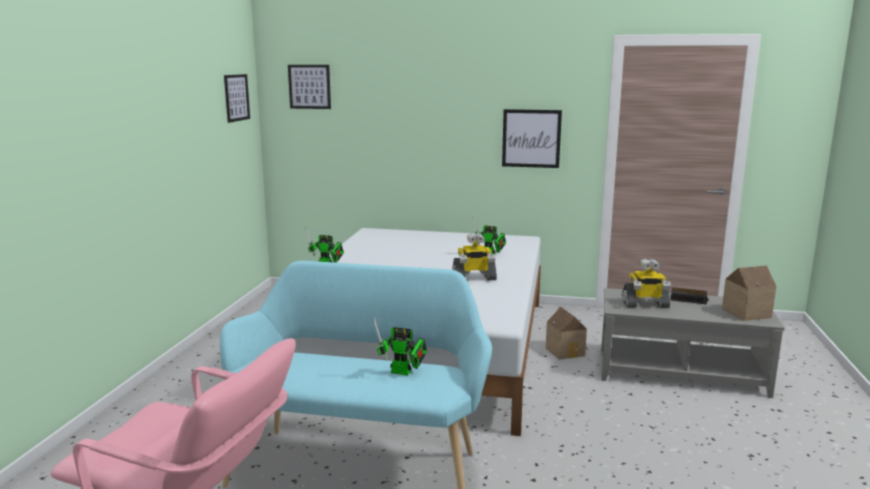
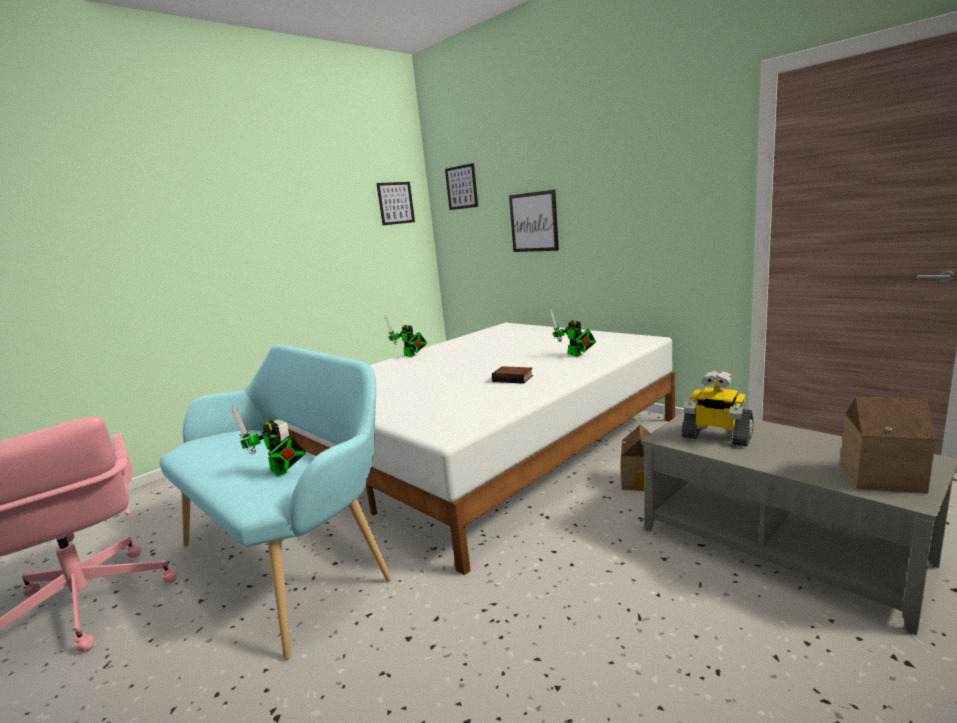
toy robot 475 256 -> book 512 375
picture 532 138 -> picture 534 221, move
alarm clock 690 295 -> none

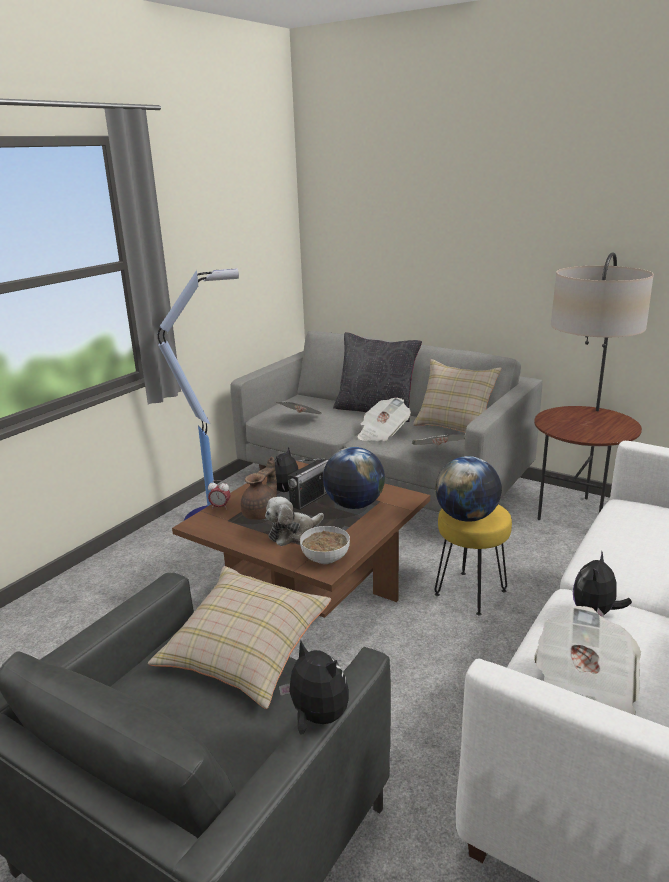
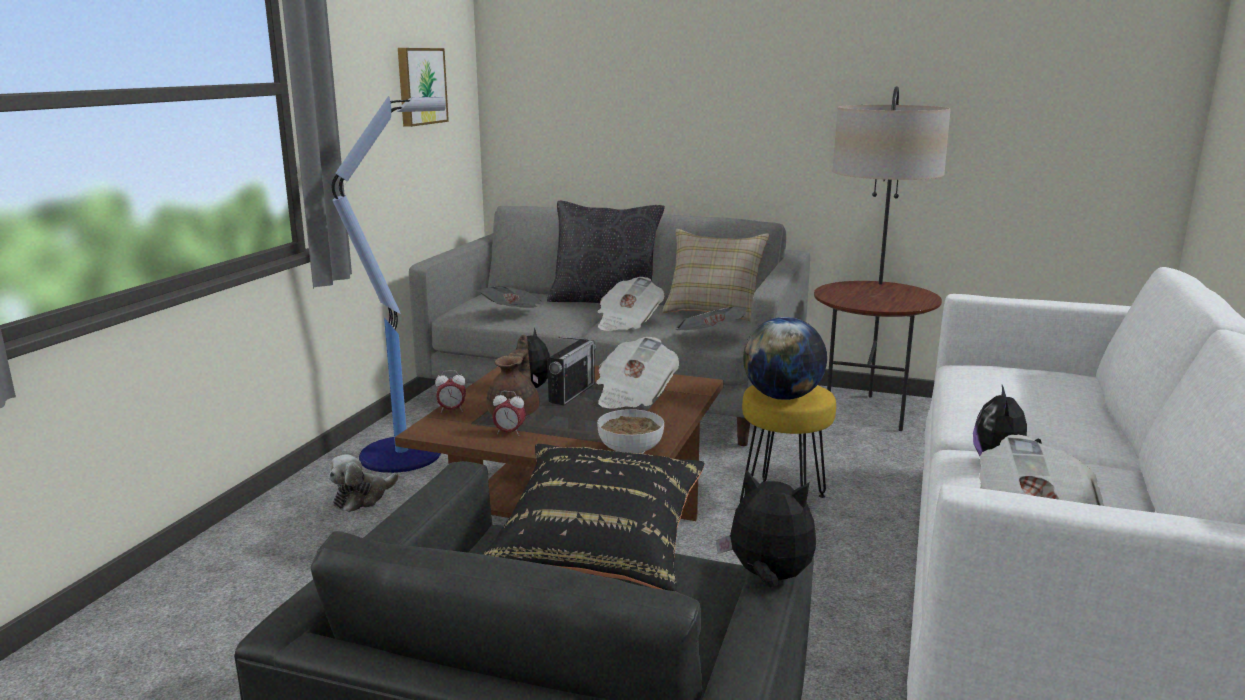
plush toy 294 521 -> plush toy 364 483, move
none -> picture 423 87
beige pillow 239 637 -> black pillow 593 517
none -> alarm clock 509 413
globe 354 478 -> newspaper 637 373

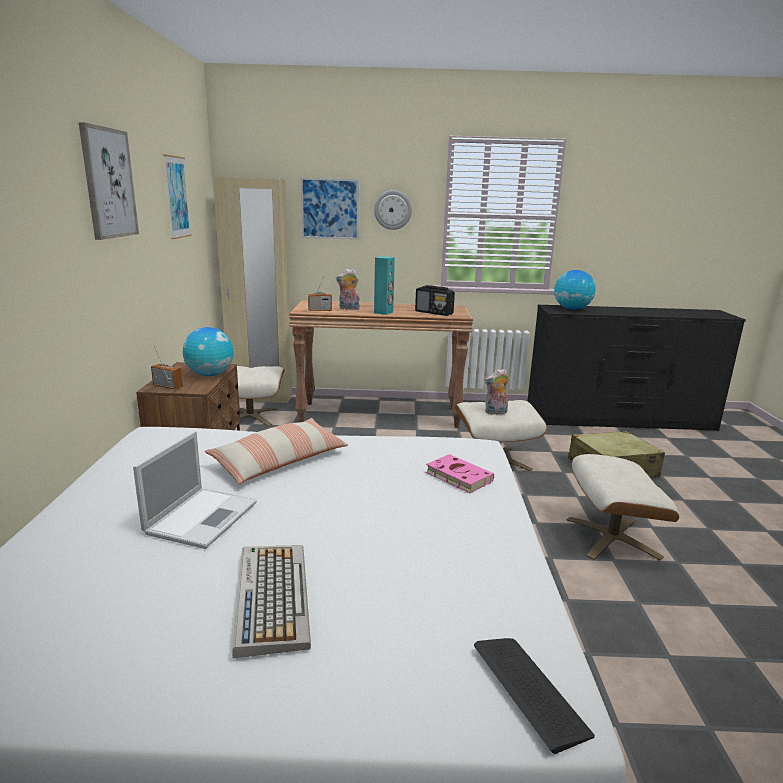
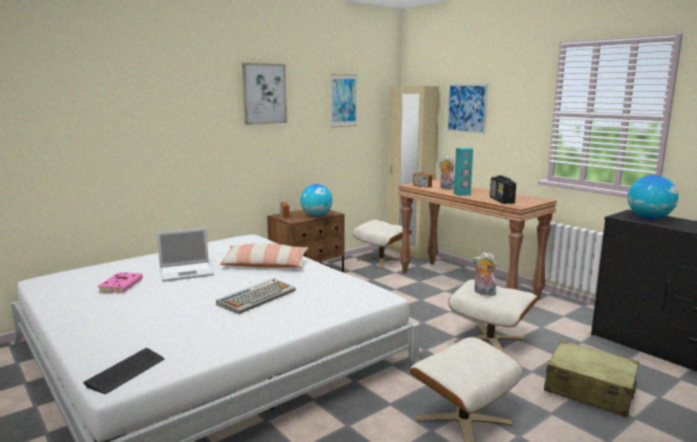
pink book 460 473 -> pink book 120 283, move
keyboard 272 601 -> keyboard 256 296, move
wall clock 393 210 -> none

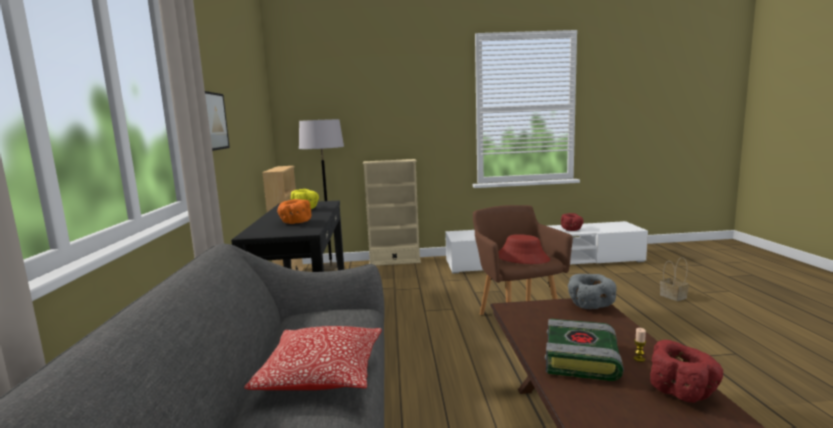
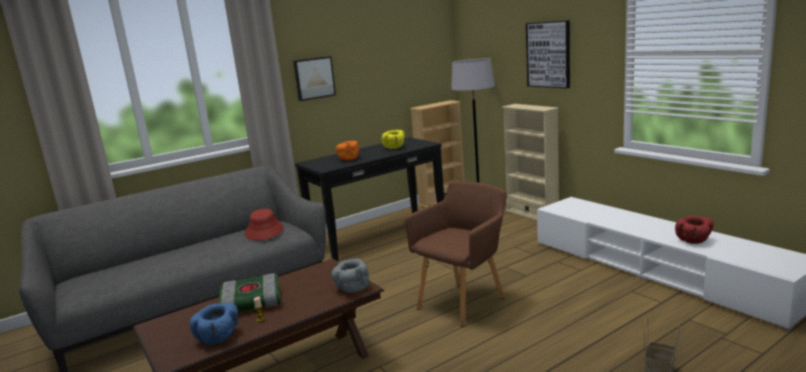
red bowl 686 371 -> blue bowl 213 323
red hat 524 249 -> red hat 264 224, move
none -> picture 548 54
pillow 313 358 -> none

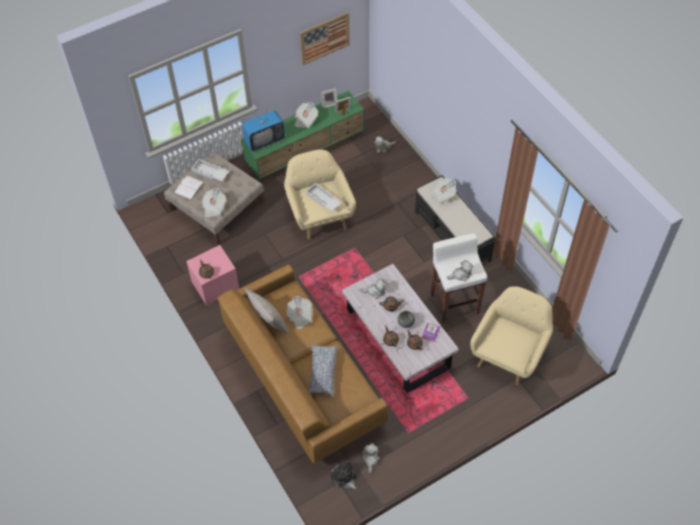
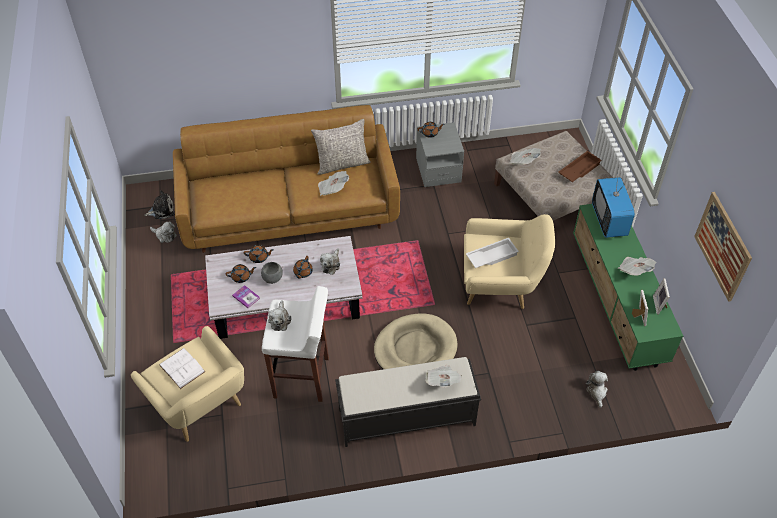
white book 189 187 -> white book 182 368, move
none -> beige dog bed 415 341
pink nightstand 212 275 -> grey nightstand 440 154
white tray 210 170 -> brown tray 580 166
pillow 323 370 -> none

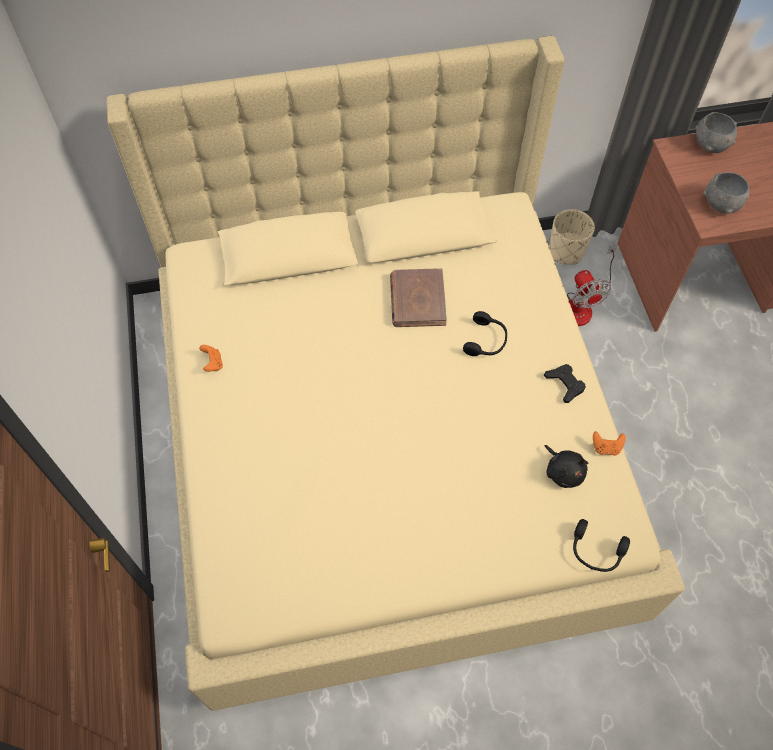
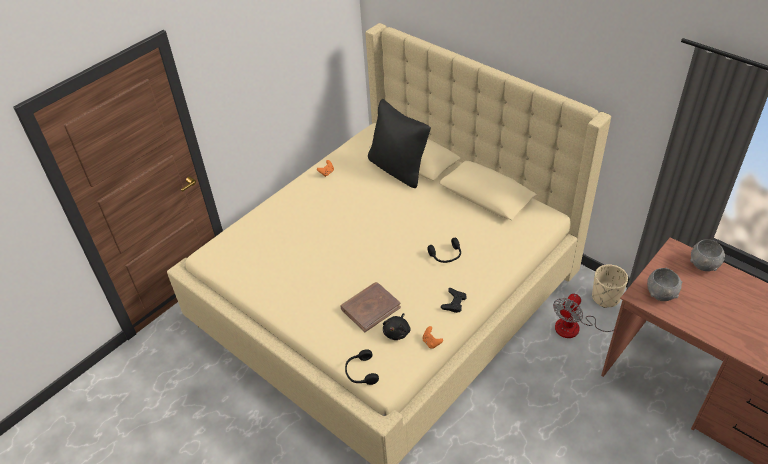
brown book 418 297 -> brown book 370 307, move
none -> black pillow 399 143

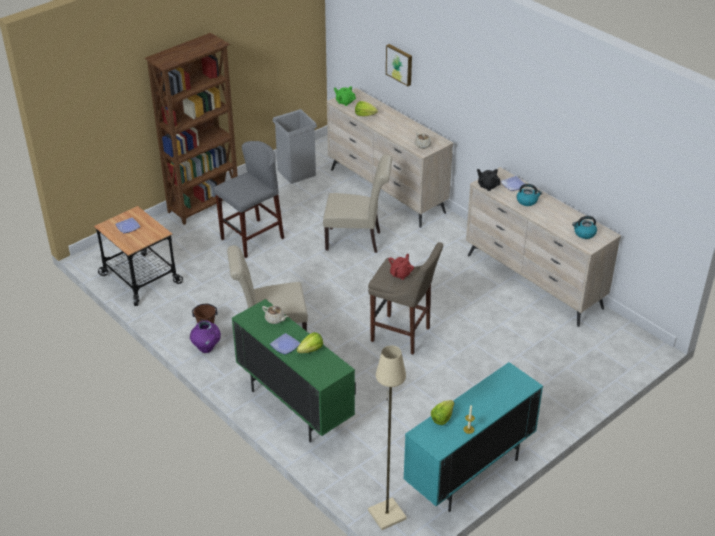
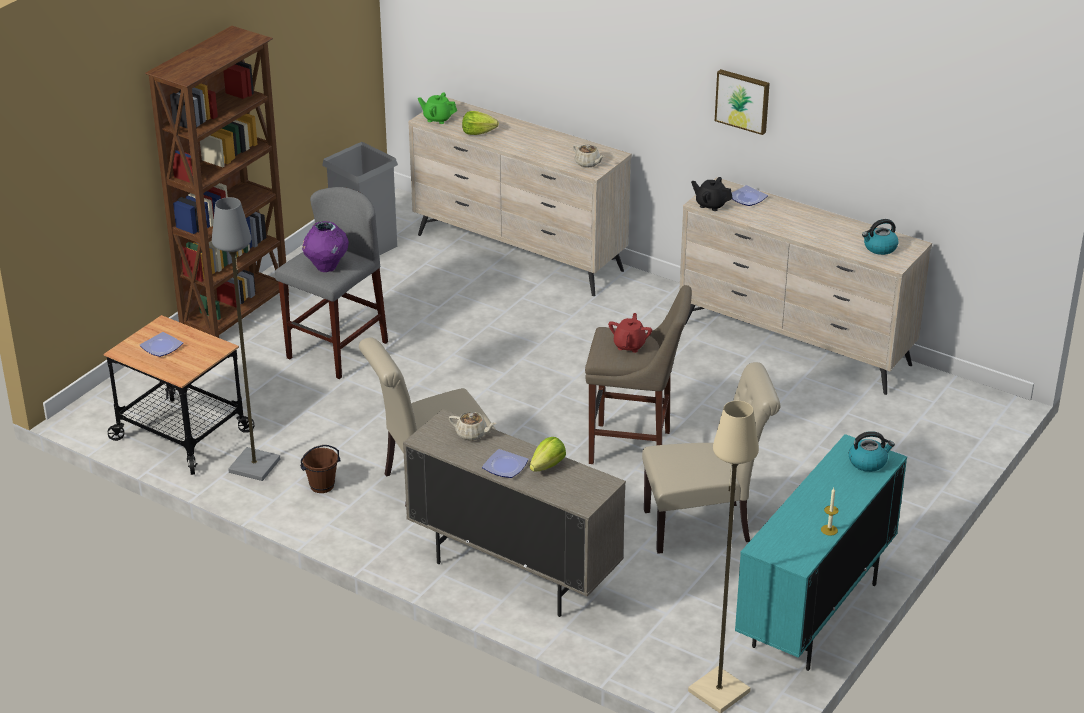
none -> grey floor lamp 246 339
purple vase 205 336 -> purple vase 325 246, move
green cabinet 294 371 -> beige cabinet 514 513
beige chair 357 204 -> beige chair 711 458, move
picture 399 65 -> picture 742 102, move
kettle 529 195 -> kettle 872 451, move
lettuce 442 412 -> none

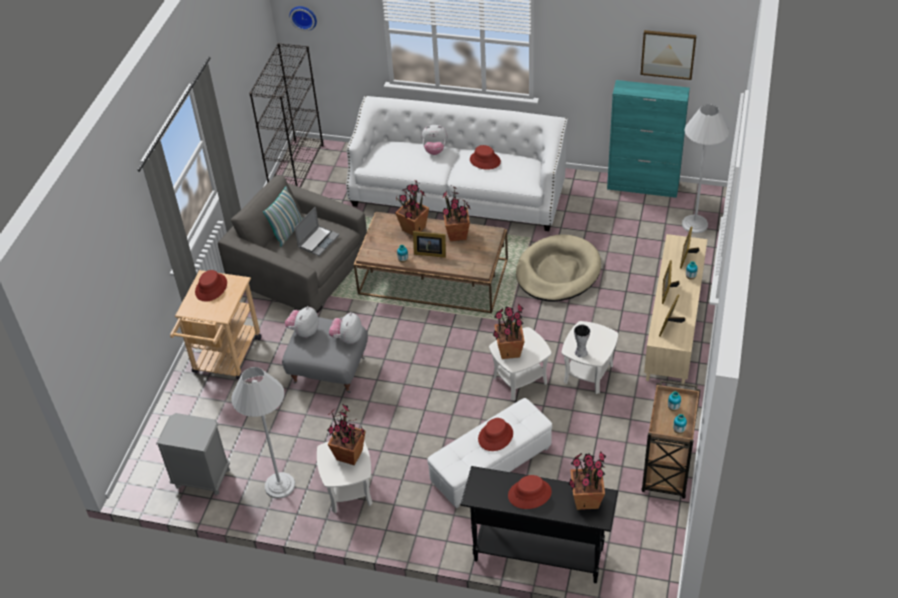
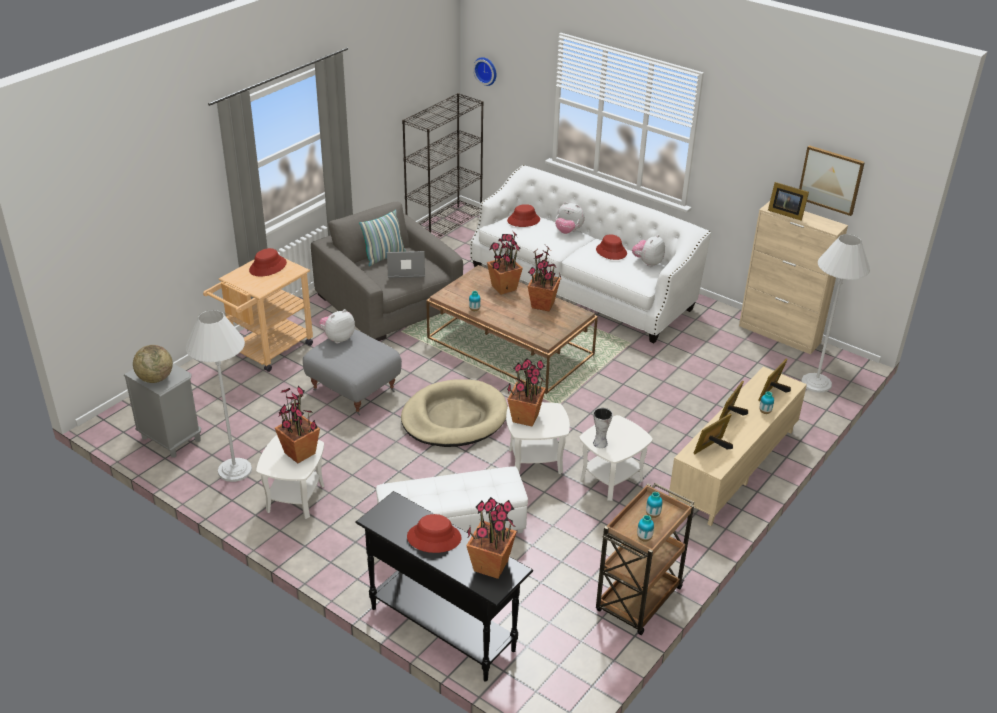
none -> globe 153 364
laptop 316 231 -> laptop 406 264, 150 degrees counterclockwise
beige dog bed 558 268 -> beige dog bed 454 413, move
red hat 495 434 -> red hat 523 215, move
plush toy 345 328 -> plush toy 648 251, move
turquoise cabinet 648 139 -> beige cabinet 793 277
picture frame 429 244 -> picture frame 788 201, move

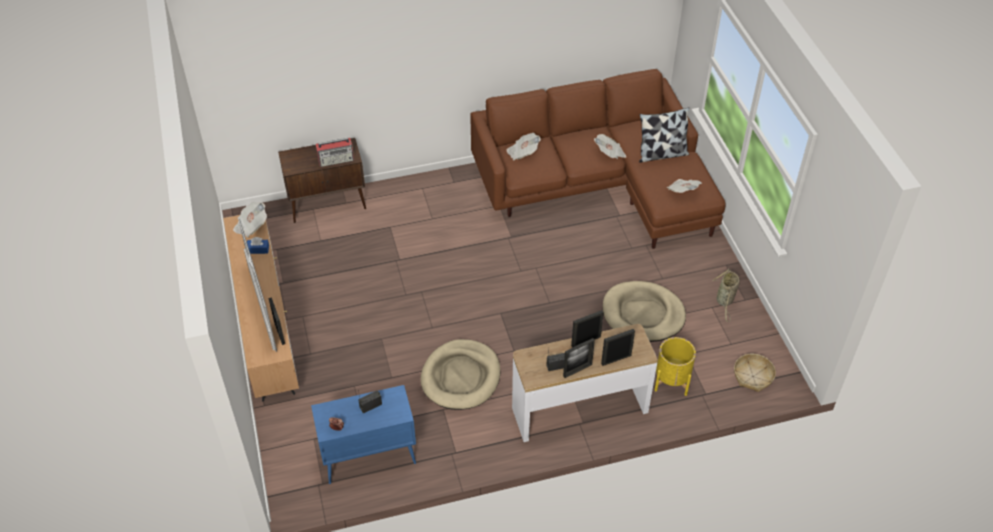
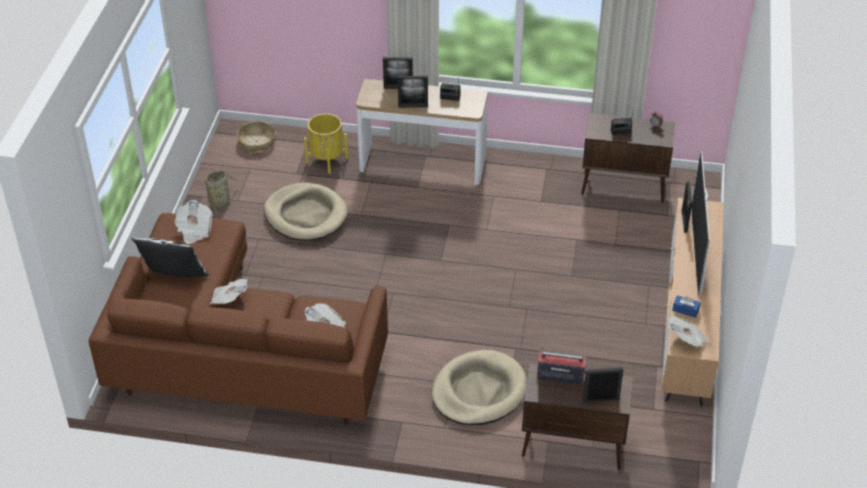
beige dog bed 460 374 -> beige dog bed 479 387, move
blue cabinet 363 434 -> brown cabinet 628 158
picture frame 579 358 -> picture frame 603 385, move

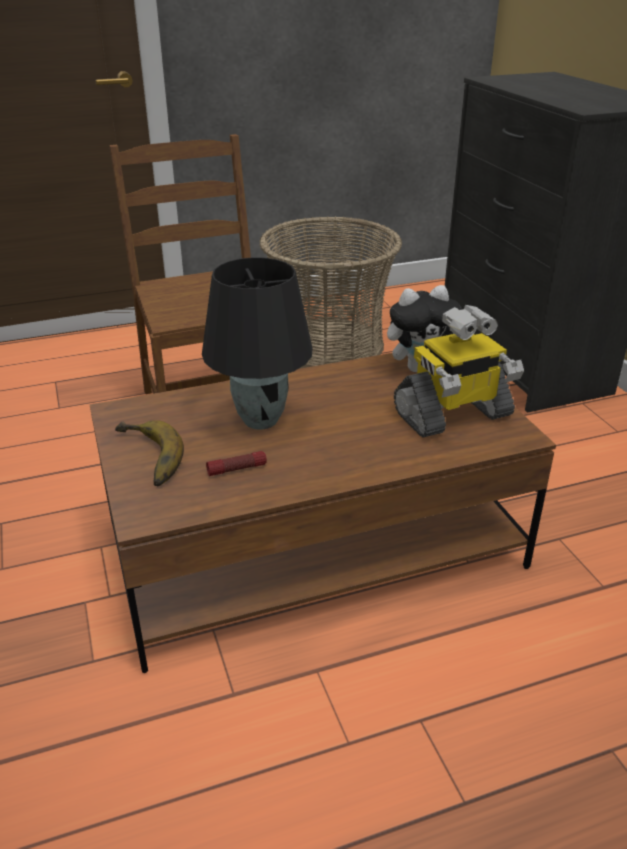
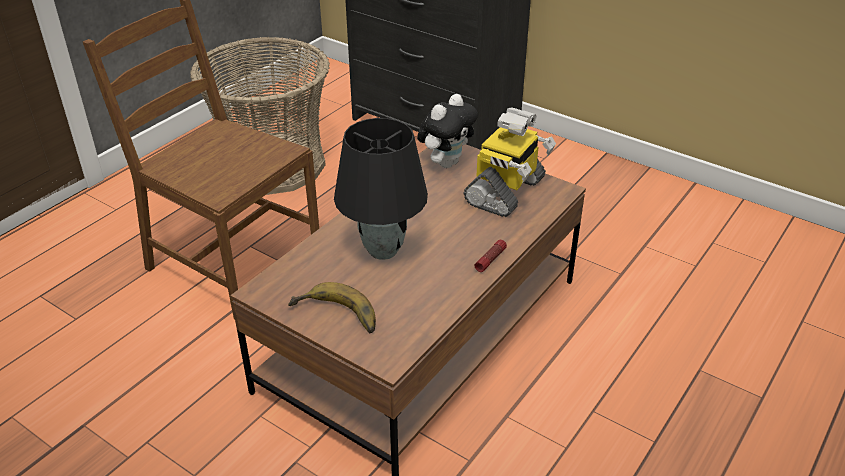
flashlight 236 463 -> flashlight 491 256, move

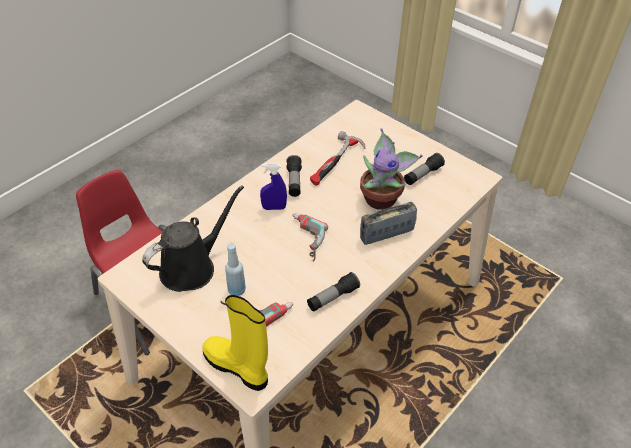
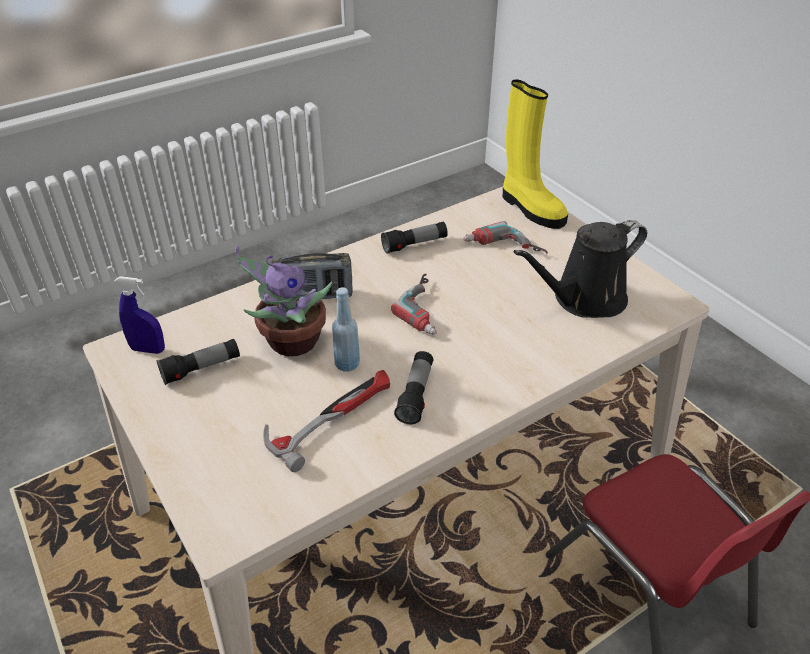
blue spray bottle 273 186 -> blue spray bottle 139 315, move
blue bottle 235 269 -> blue bottle 346 329, move

